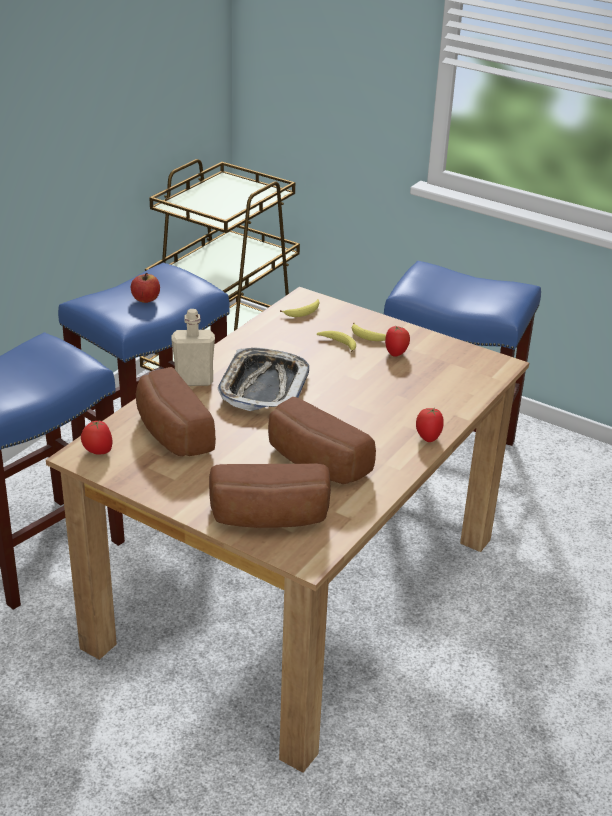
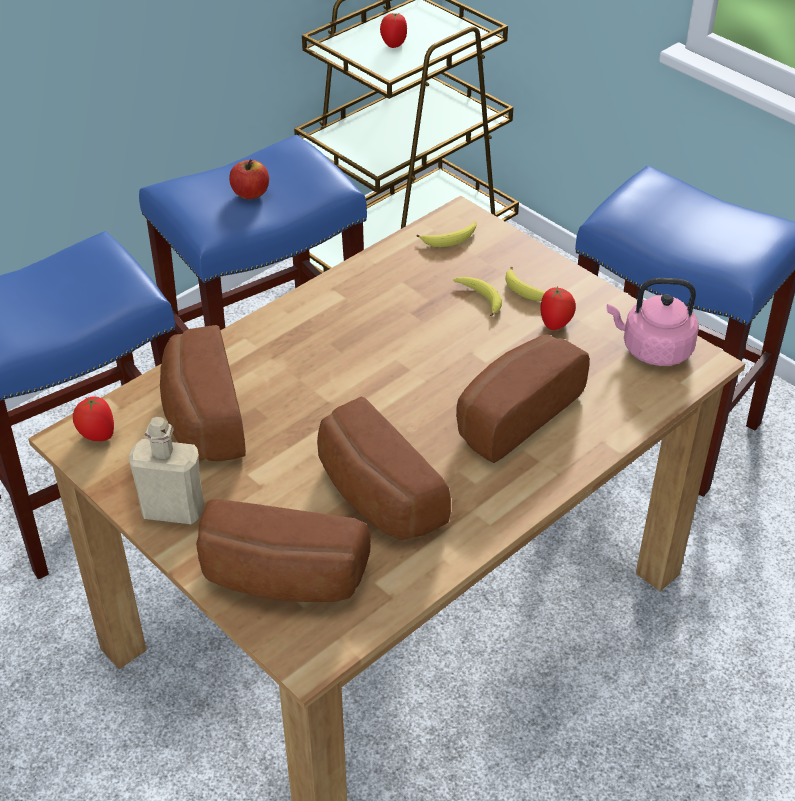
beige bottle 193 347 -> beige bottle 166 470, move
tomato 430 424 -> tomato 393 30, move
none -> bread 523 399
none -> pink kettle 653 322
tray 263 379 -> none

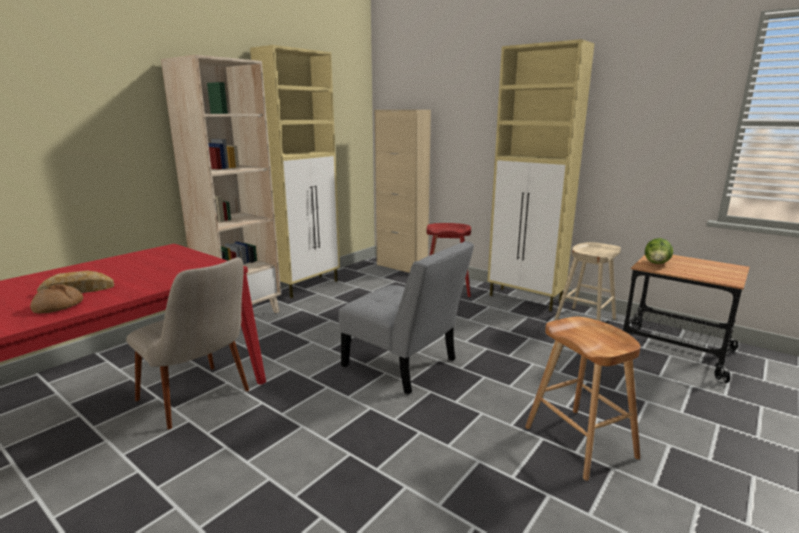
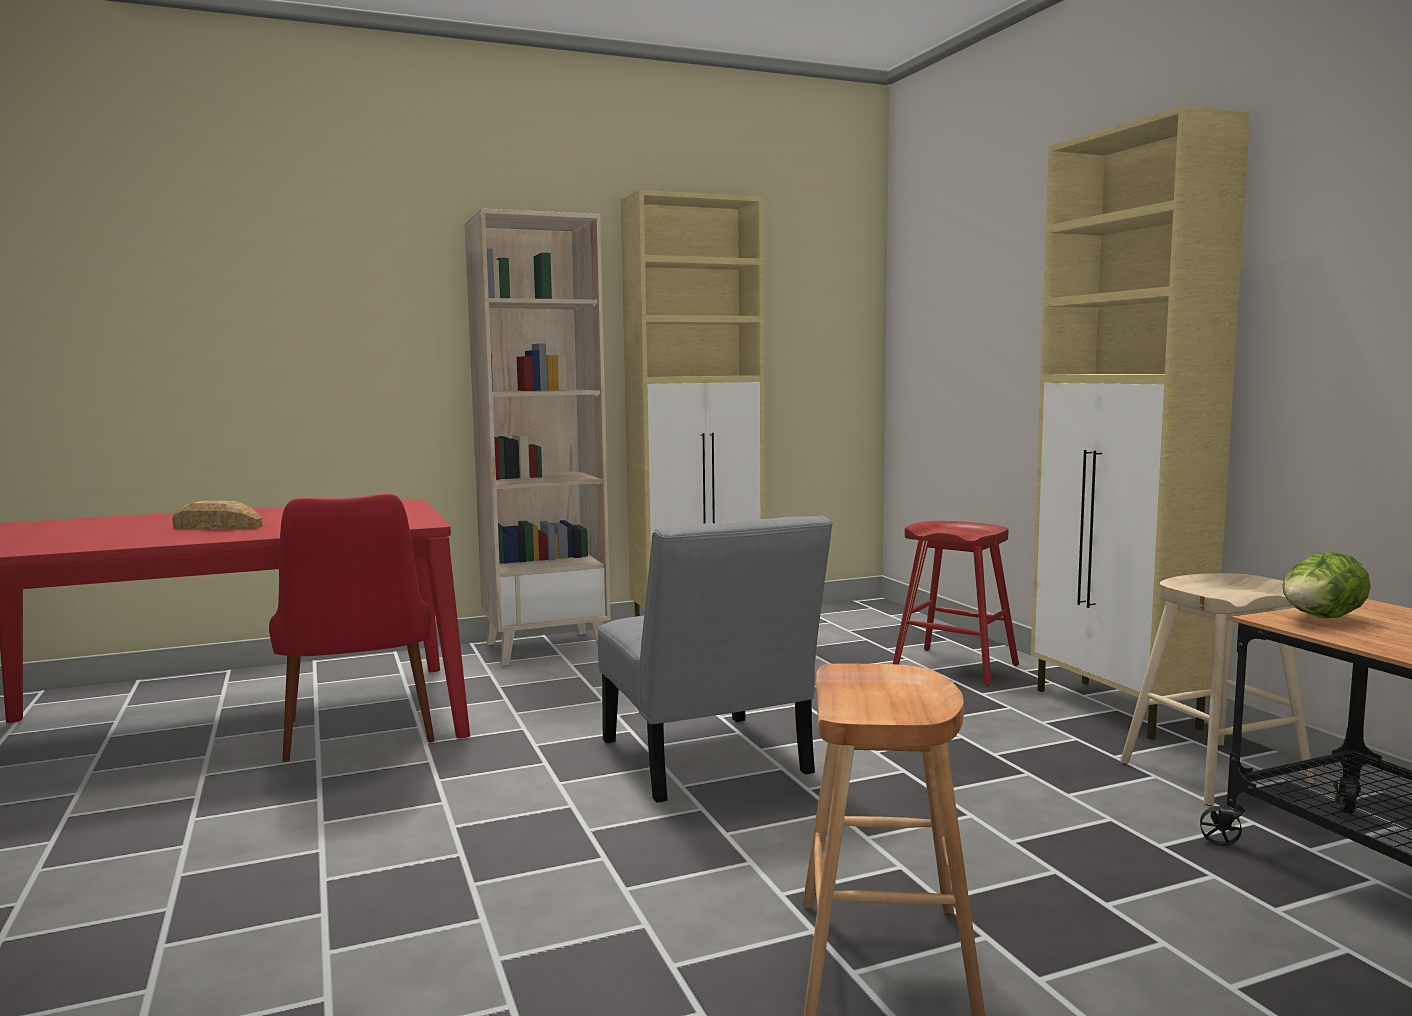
beige chair 187 343 -> red chair 352 628
bread 56 298 -> none
beige cabinet 403 191 -> none

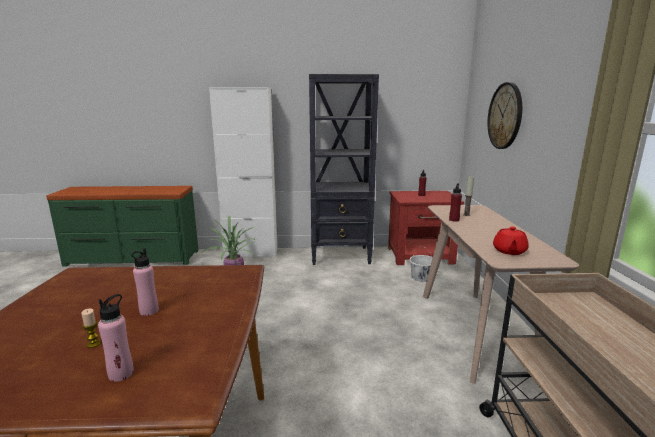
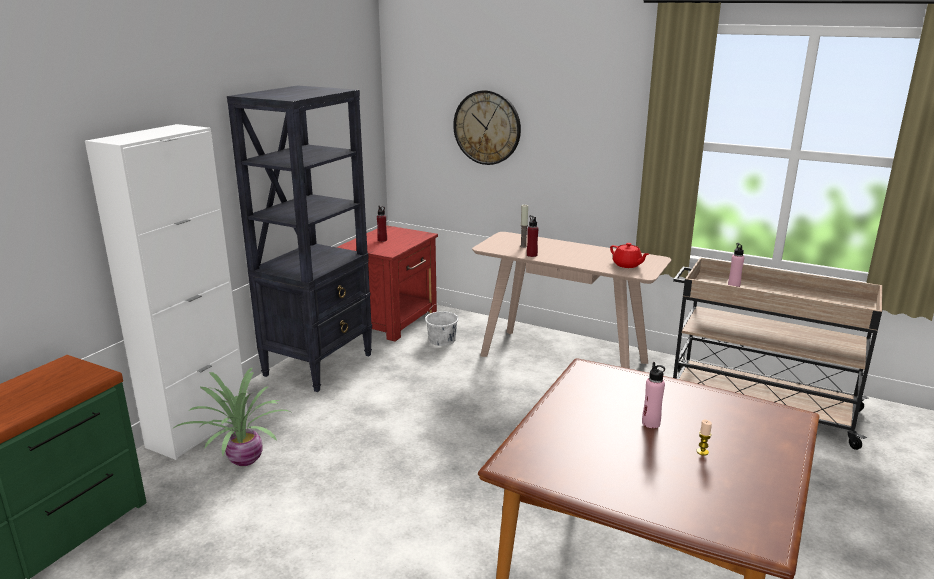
pink bottle 116 338 -> pink bottle 736 265, move

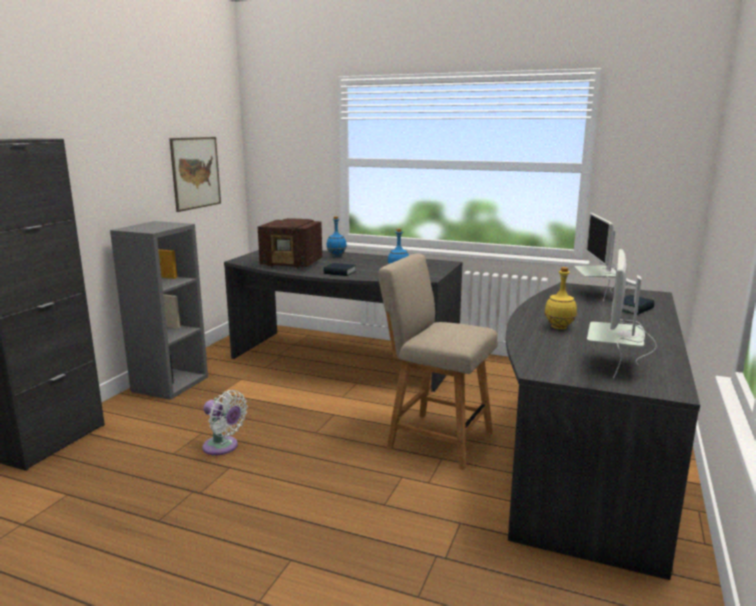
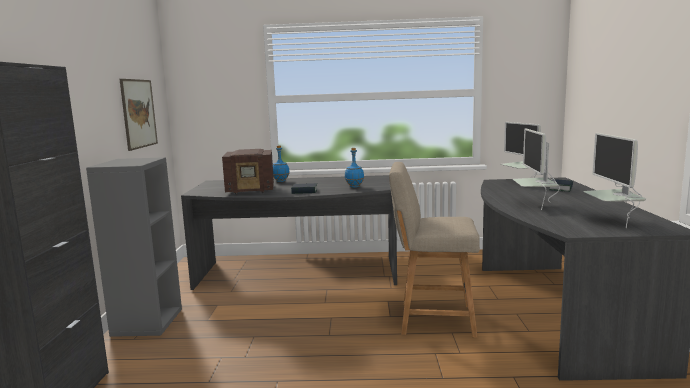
yellow bottle 560 298 -> monitor 536 169
white fan 225 422 -> none

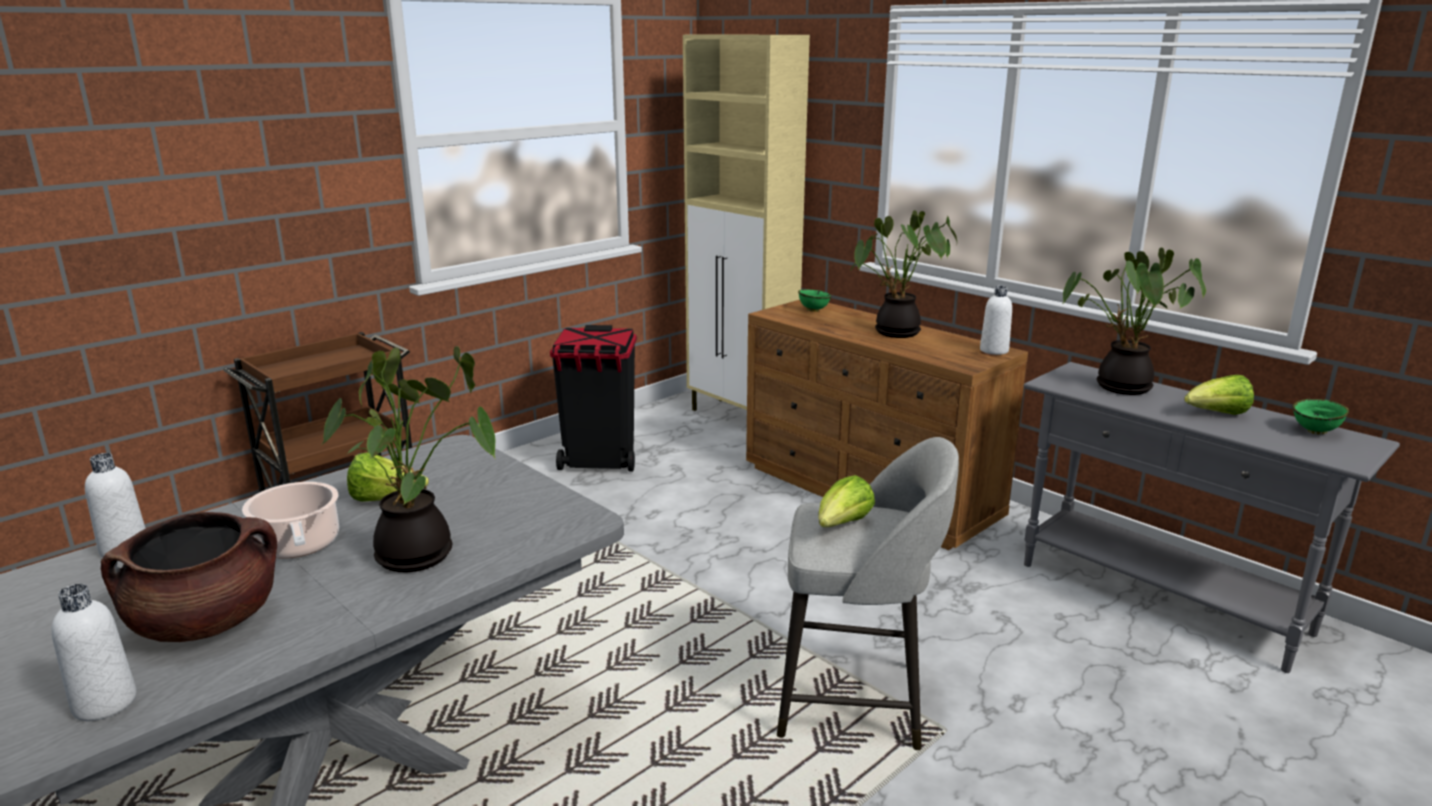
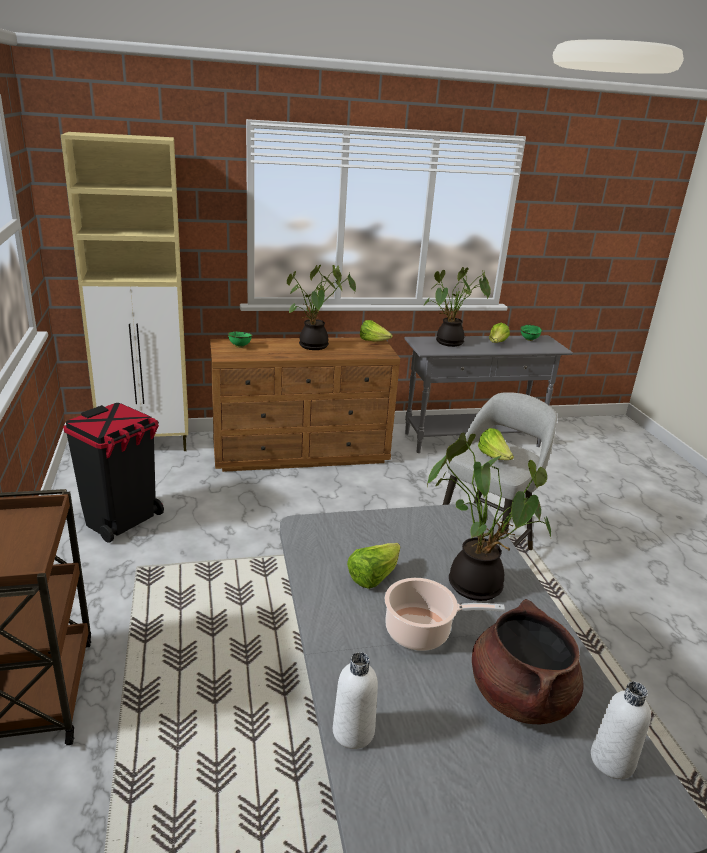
white bottle 996 320 -> lettuce 376 330

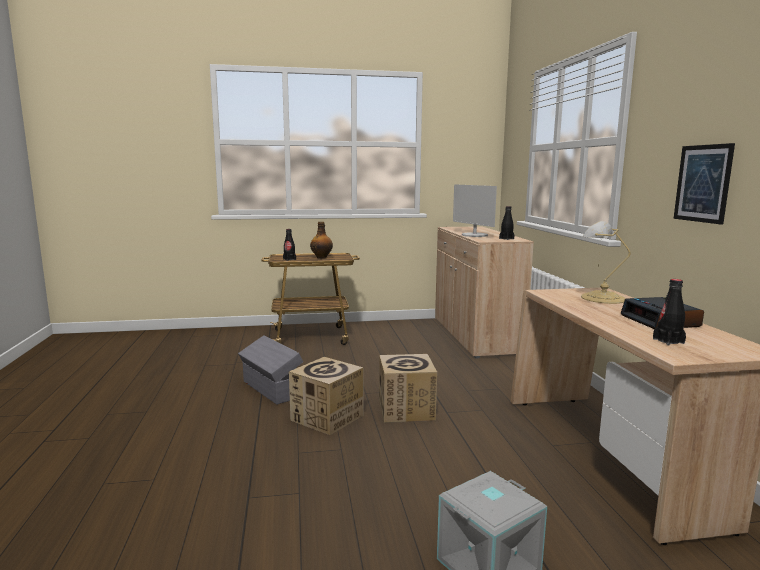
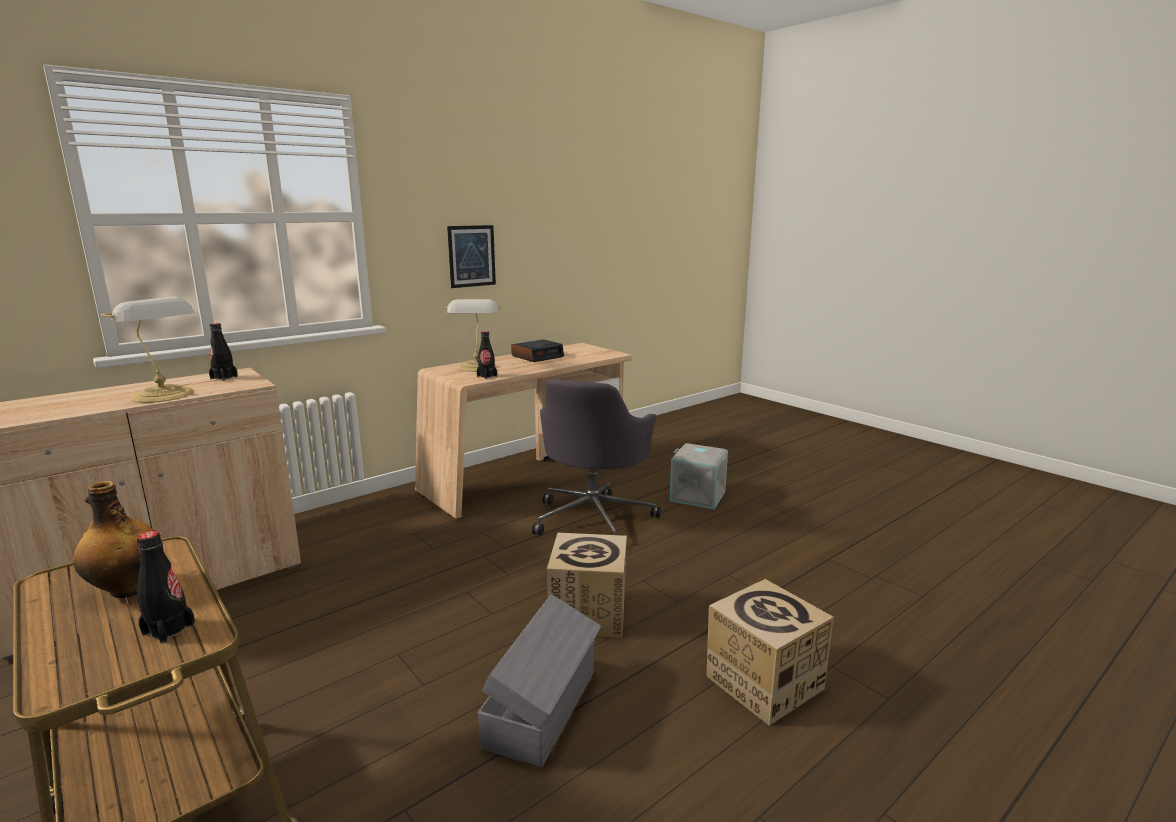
monitor 475 210 -> table lamp 148 350
black bottle 669 312 -> black bottle 487 355, move
none -> grey office chair 596 457
cardboard box 408 388 -> cardboard box 770 652, move

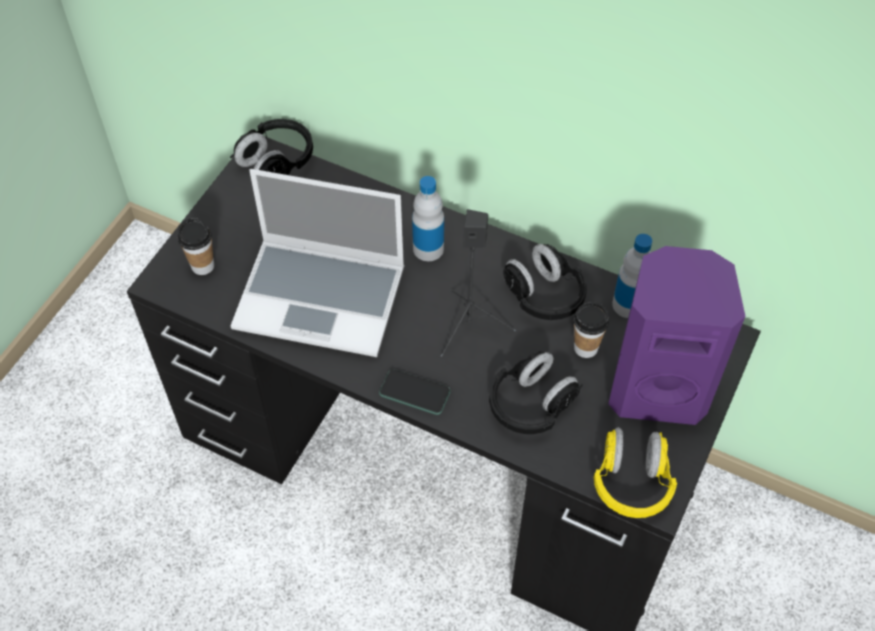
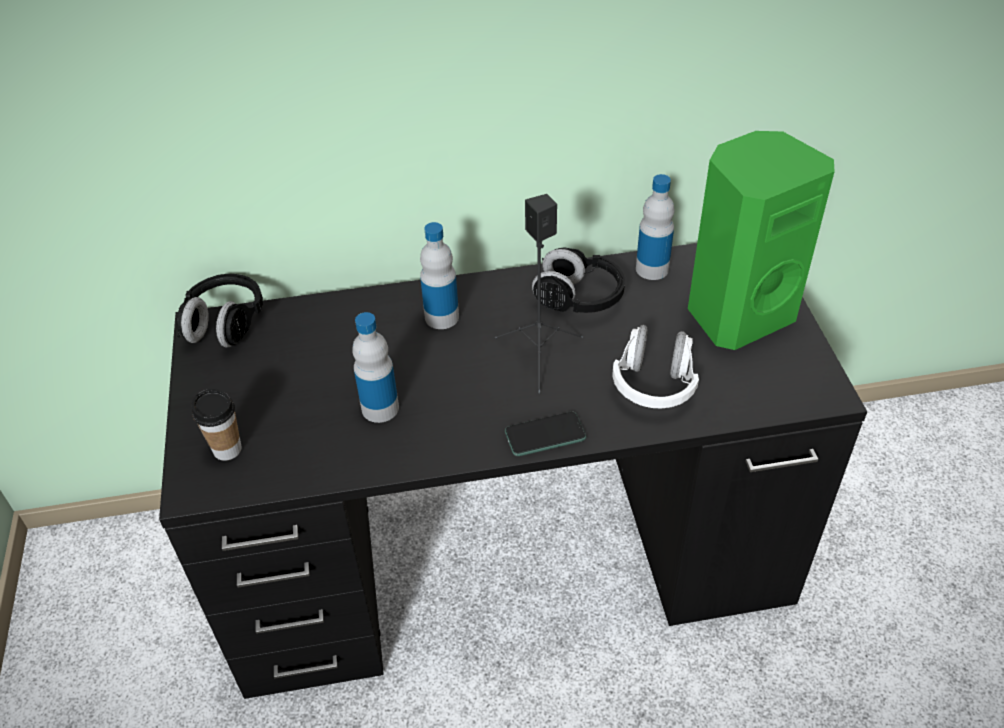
laptop 317 263 -> bottle 375 367
black headphones 536 392 -> white headphones 656 366
purple speaker 676 335 -> green speaker 761 240
cup 591 330 -> none
yellow headphones 635 472 -> none

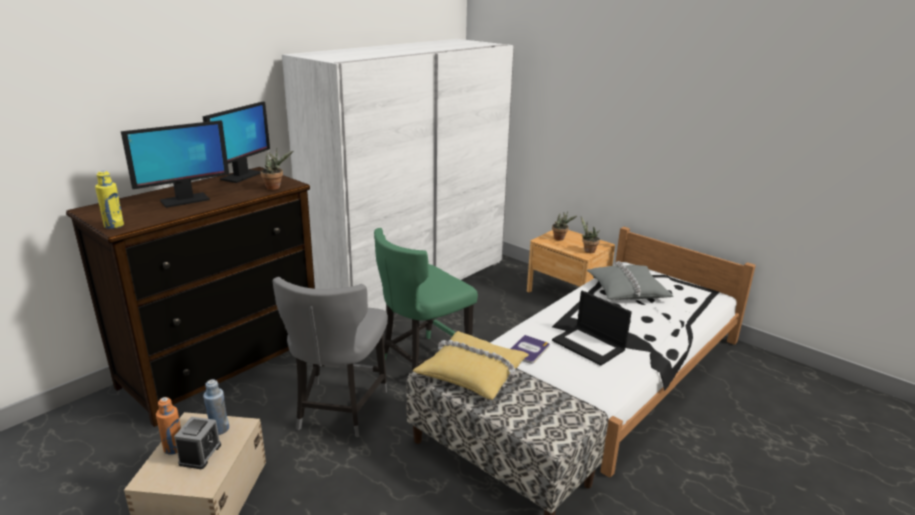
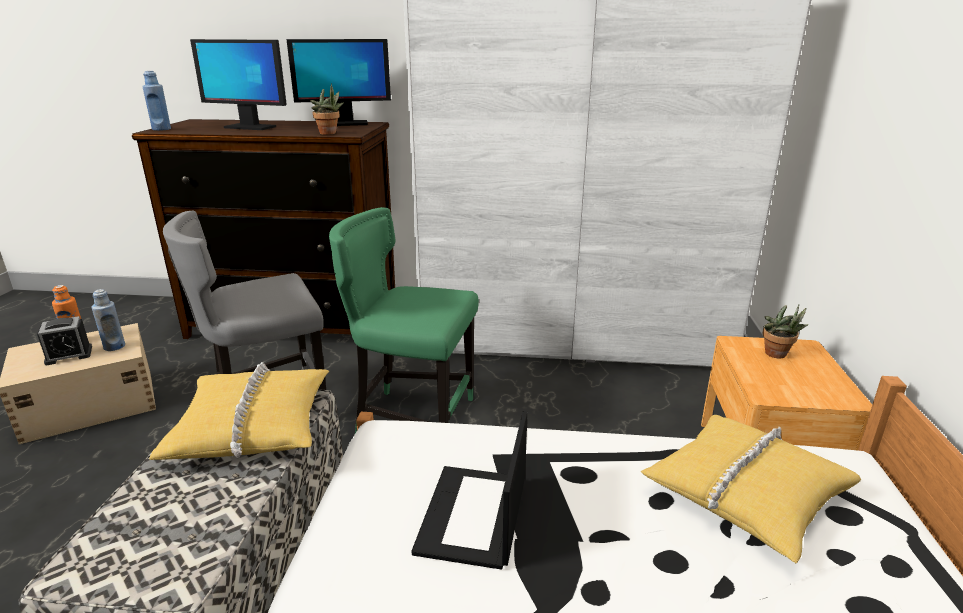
yellow bottle 109 200 -> blue bottle 156 101
grey pillow 630 280 -> yellow pillow 751 489
book 529 349 -> none
potted plant 590 235 -> none

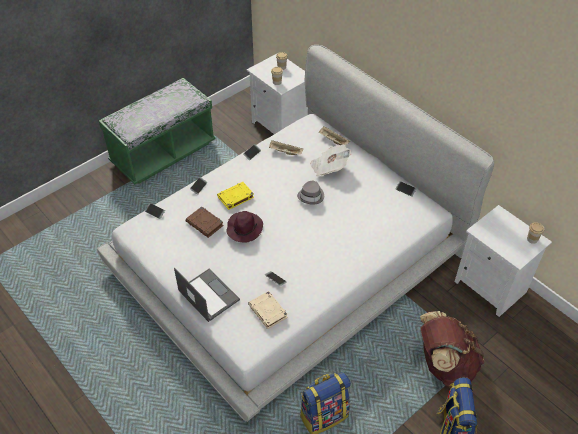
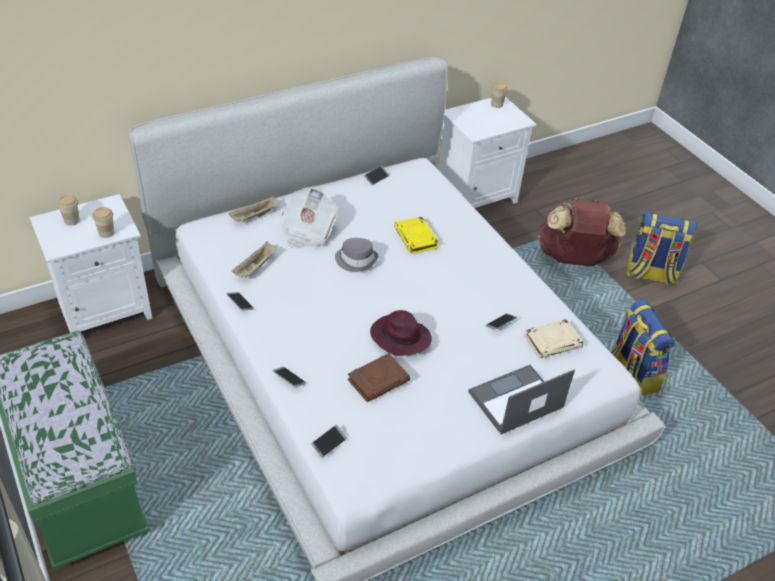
yellow book 235 196 -> yellow book 416 235, move

